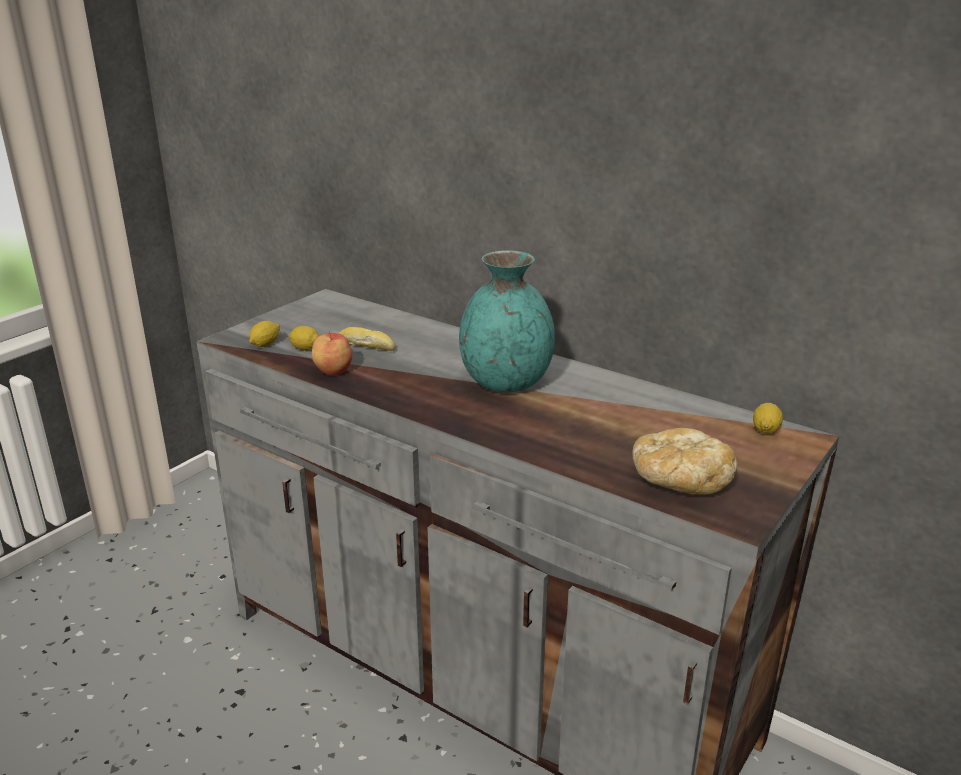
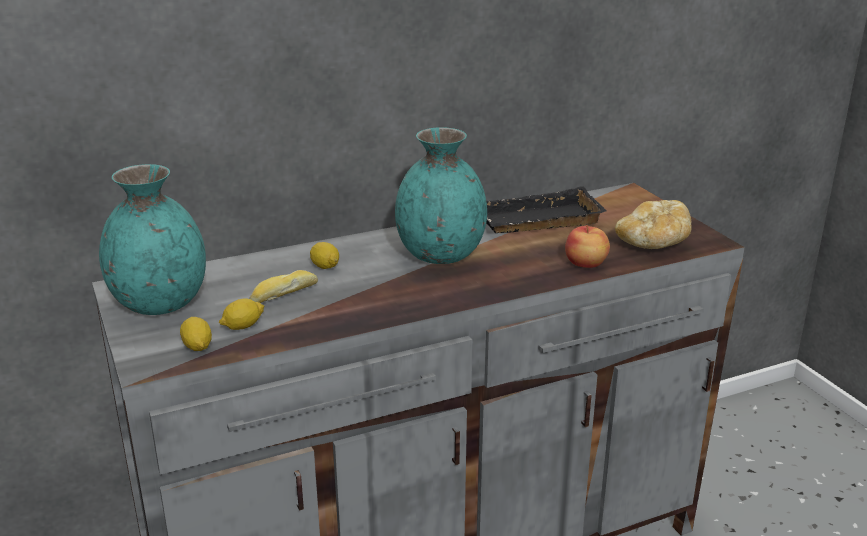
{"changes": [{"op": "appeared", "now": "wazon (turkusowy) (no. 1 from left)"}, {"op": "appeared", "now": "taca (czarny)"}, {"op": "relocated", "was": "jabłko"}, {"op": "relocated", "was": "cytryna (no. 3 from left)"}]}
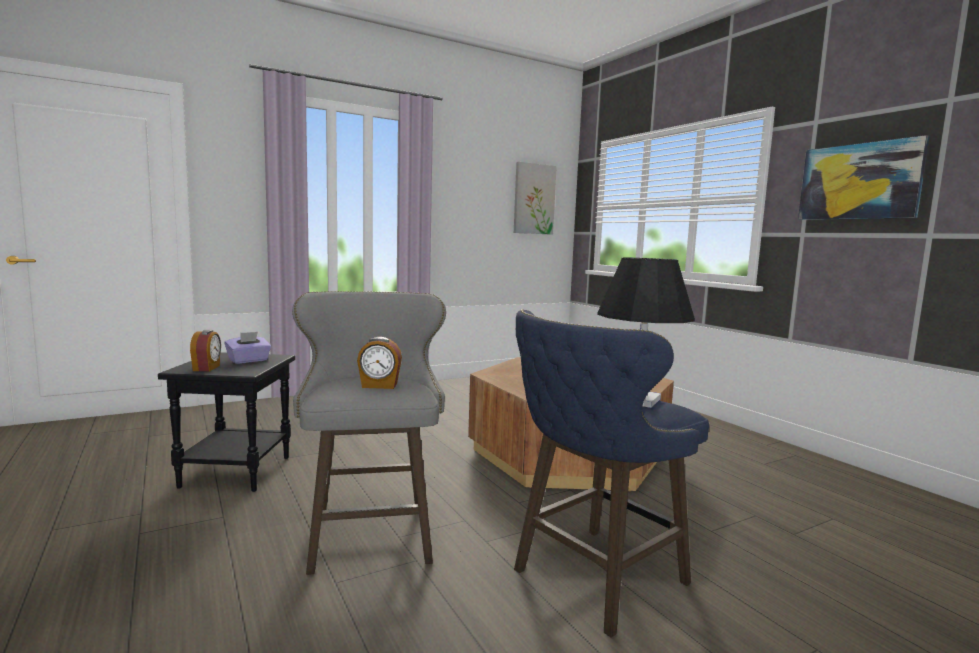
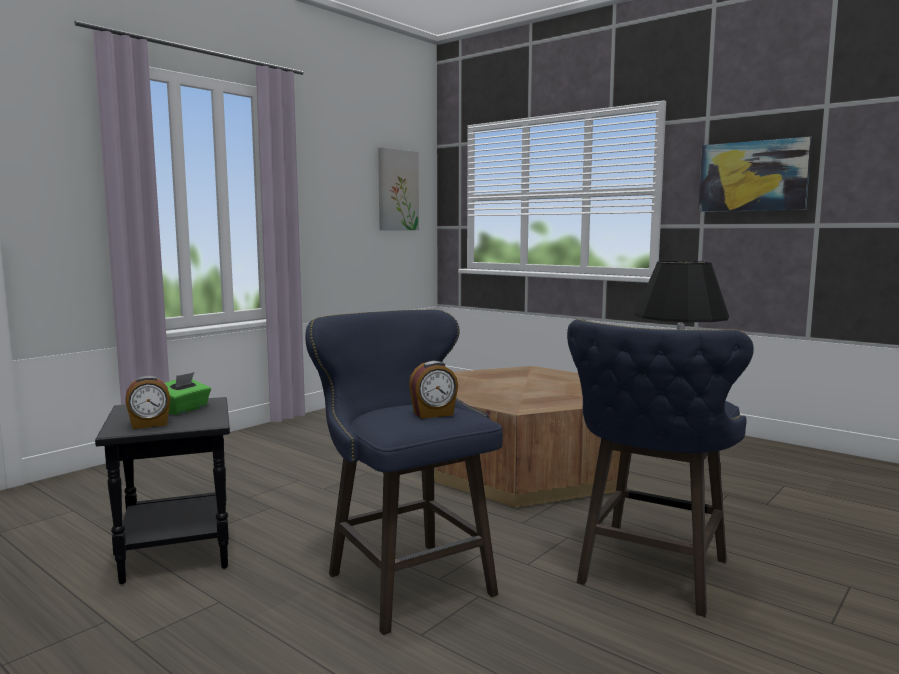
{"changes": [{"op": "colour", "was": "pudełko chusteczek (fioletowy)", "now": "pudełko chusteczek (zielony)"}, {"op": "colour", "was": "stołek (szary)", "now": "stołek (niebieski) (no. 1 from left)"}, {"op": "spun", "was": "budzik (no. 1 from left)", "clockwise": 90}]}
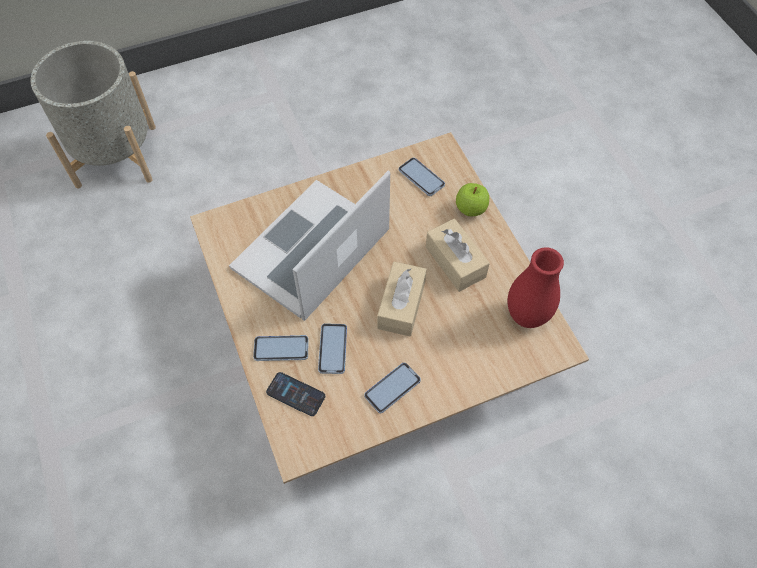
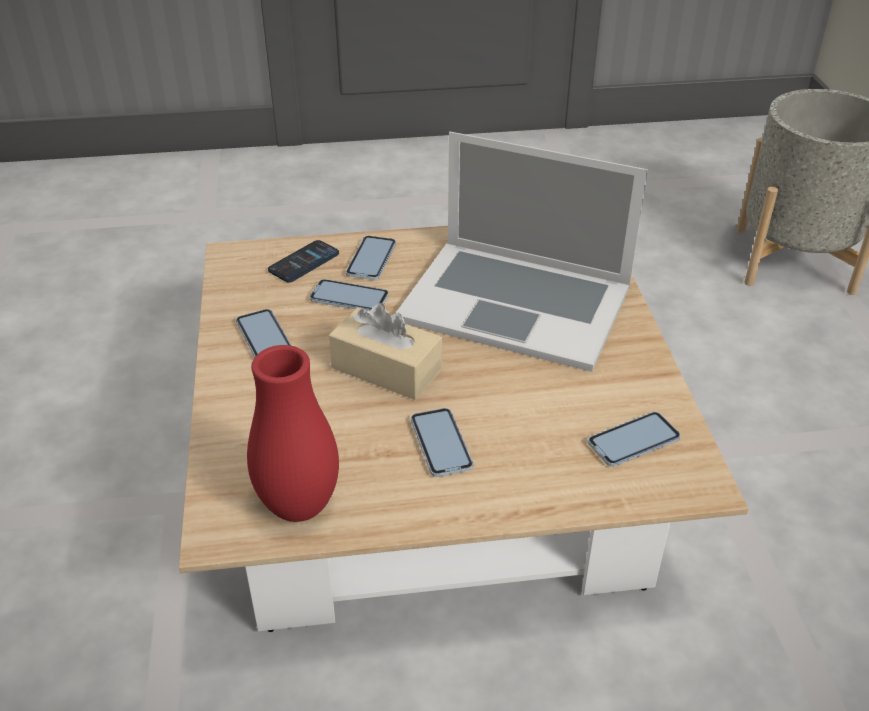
{"changes": [{"op": "missing", "was": "jabłko"}, {"op": "exchanged", "was": "pudełko chusteczek (beżowy) (no. 2 from left)", "now": "telefon (no. 5 from left)"}, {"op": "spun", "was": "laptop", "clockwise": 150}]}
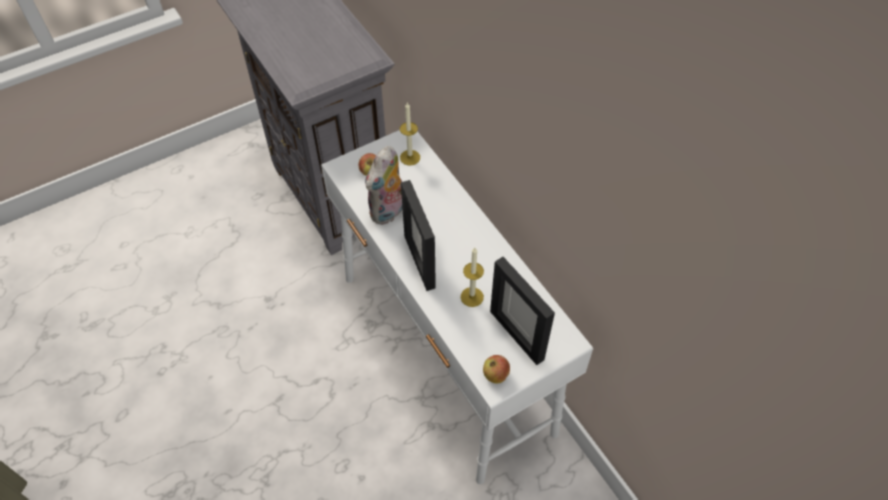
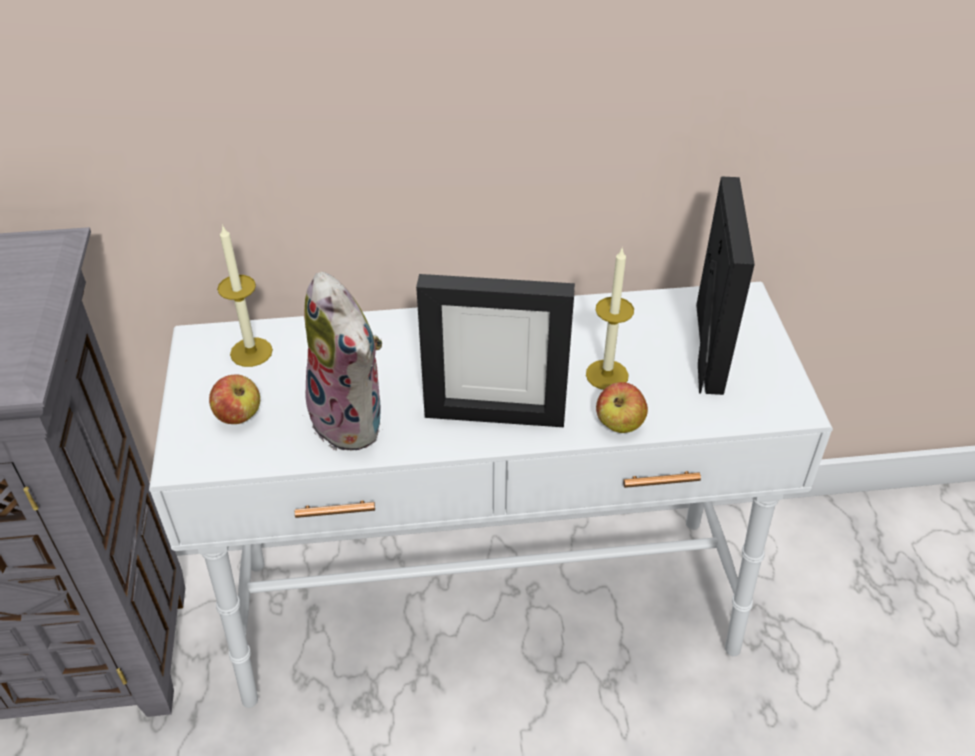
{"changes": [{"op": "relocated", "was": "jabłko (no. 2 from left)"}, {"op": "spun", "was": "ramka na zdjęcie (no. 2 from left)", "clockwise": -75}]}
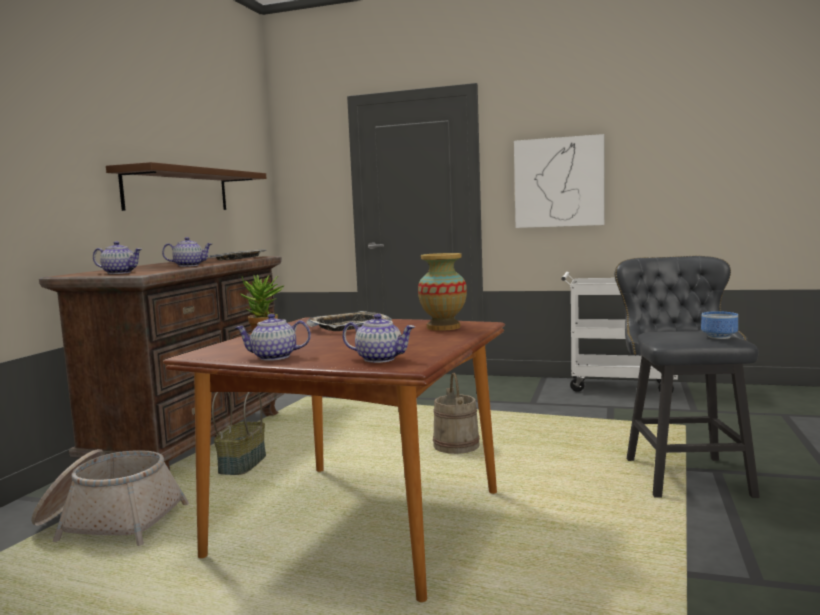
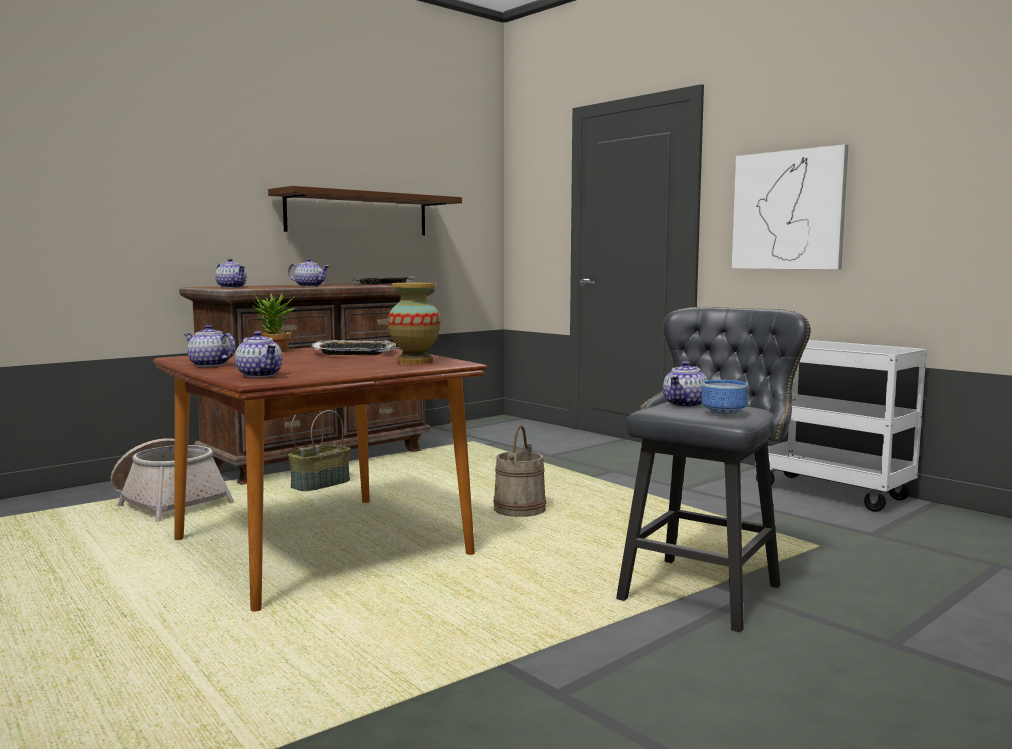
{"changes": [{"op": "appeared", "now": "imbryk (no. 5 from left)"}]}
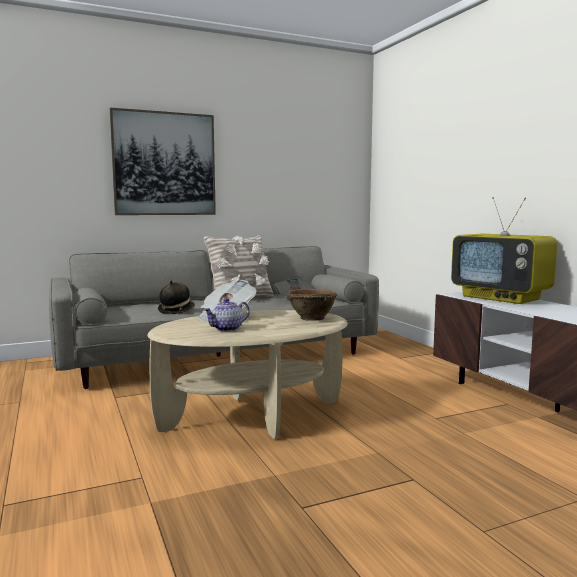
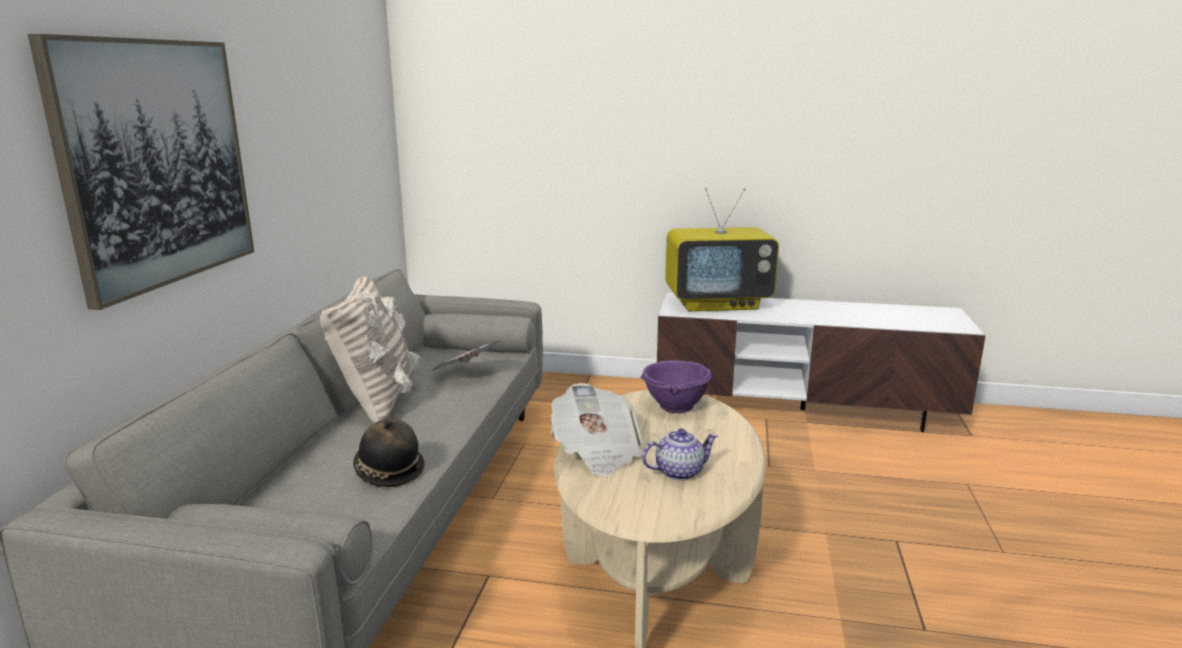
{"changes": [{"op": "colour", "was": "miska (brązowy)", "now": "miska (fioletowy)"}, {"op": "spun", "was": "imbryk", "clockwise": -105}]}
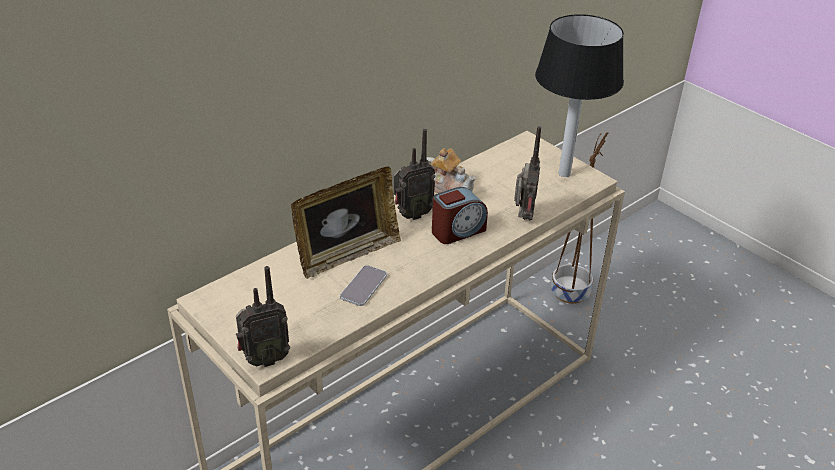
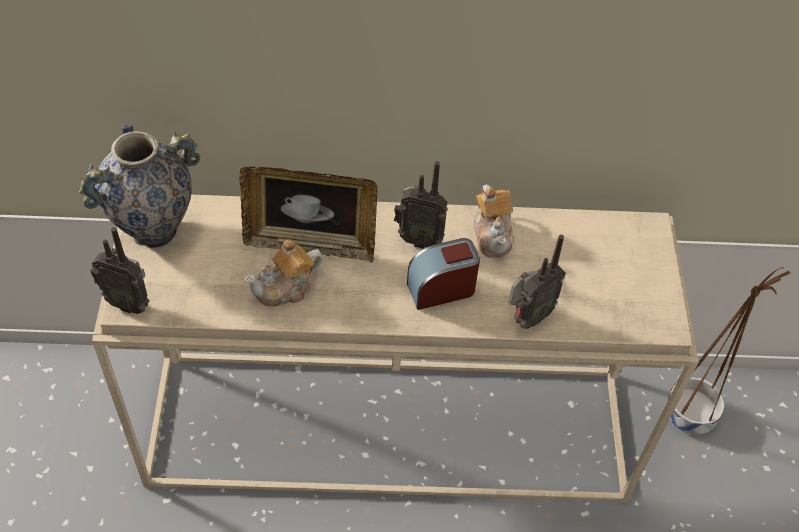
{"changes": [{"op": "missing", "was": "lampa stołowa"}, {"op": "appeared", "now": "wazon"}, {"op": "exchanged", "was": "telefon", "now": "imbryk (no. 1 from left)"}, {"op": "spun", "was": "budzik", "clockwise": 150}]}
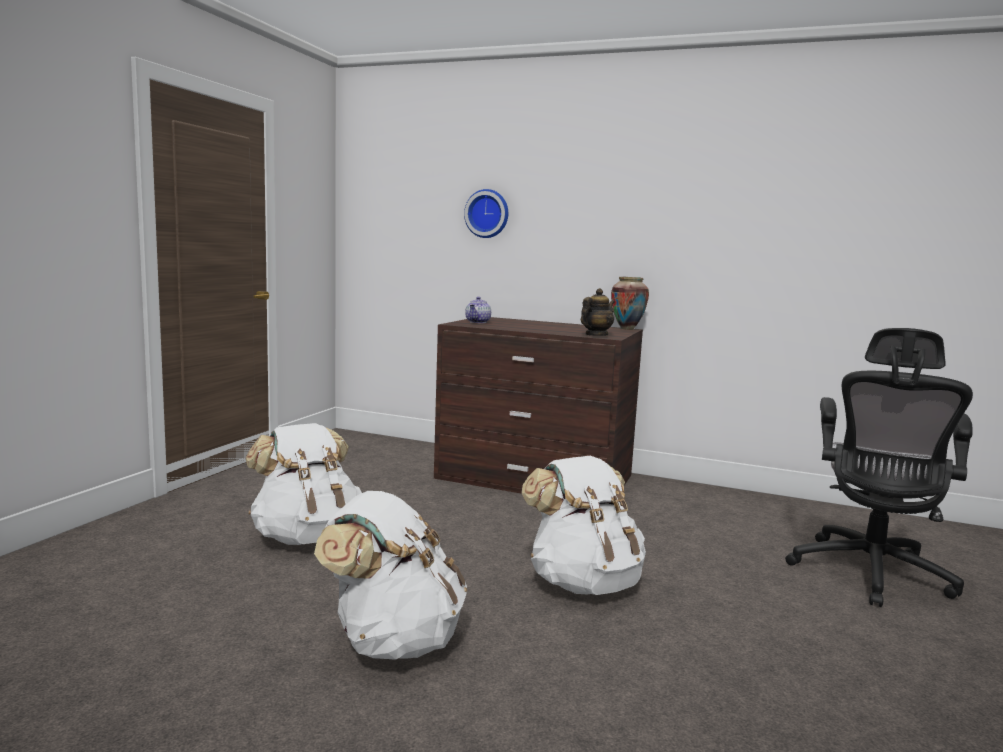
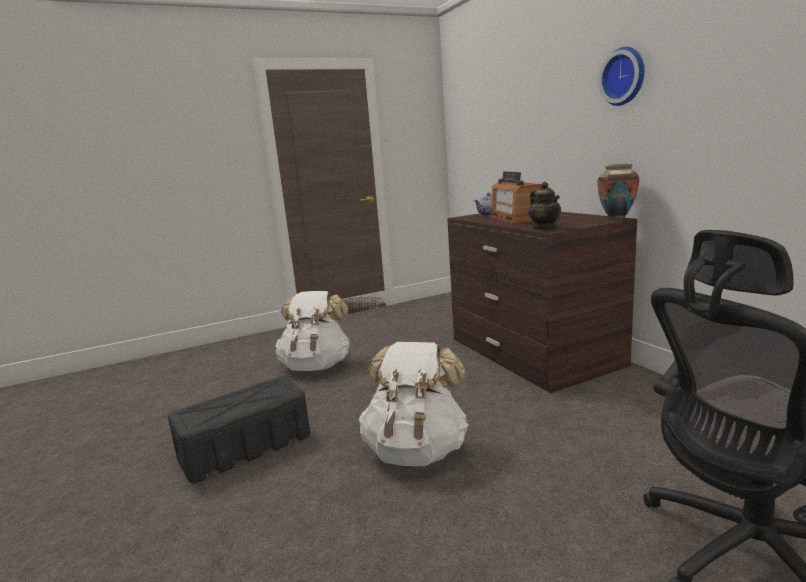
{"changes": [{"op": "appeared", "now": "radio"}, {"op": "relocated", "was": "zegar ścienny"}, {"op": "exchanged", "was": "plecak (biały) (no. 2 from left)", "now": "pojemnik do przechowywania (czarny)"}, {"op": "spun", "was": "imbryk (no. 2 from left)", "clockwise": 75}]}
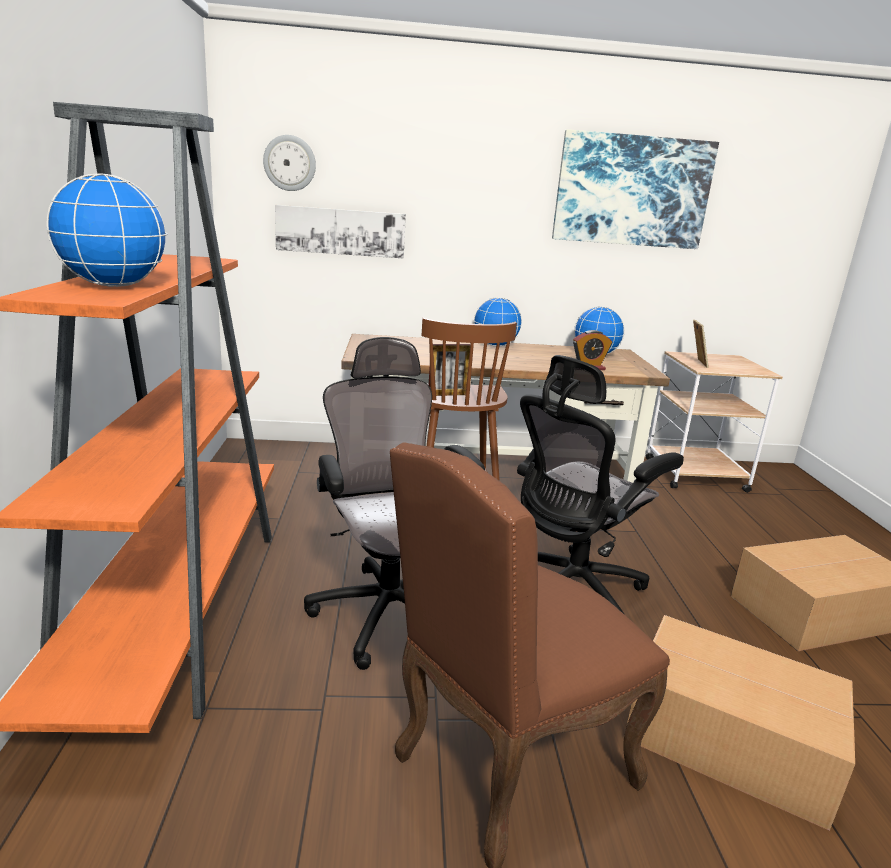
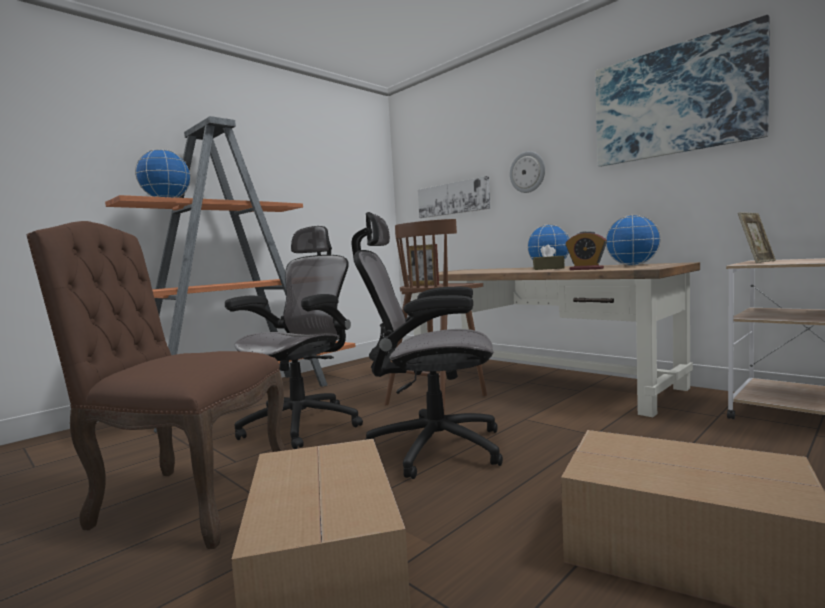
{"changes": [{"op": "appeared", "now": "pudełko chusteczek (brązowy)"}, {"op": "relocated", "was": "zegar ścienny"}]}
